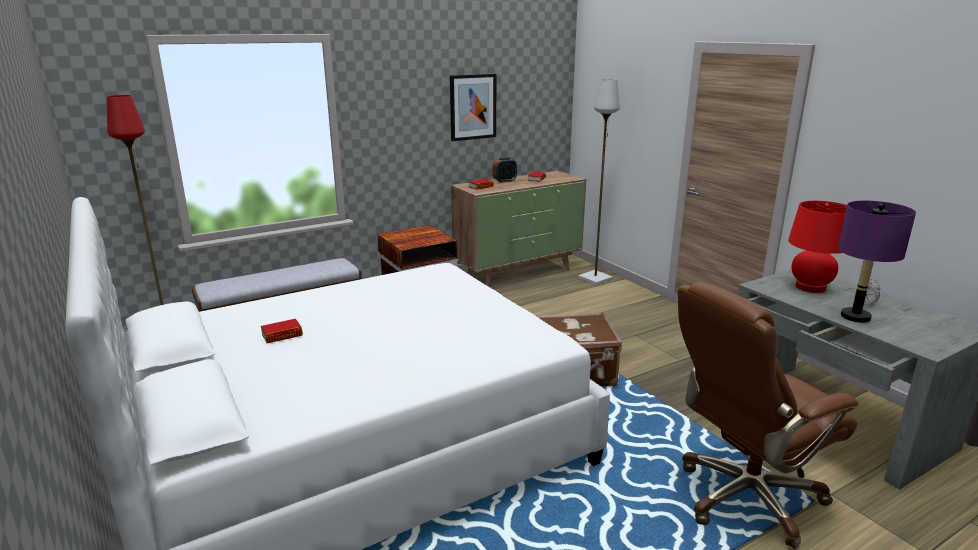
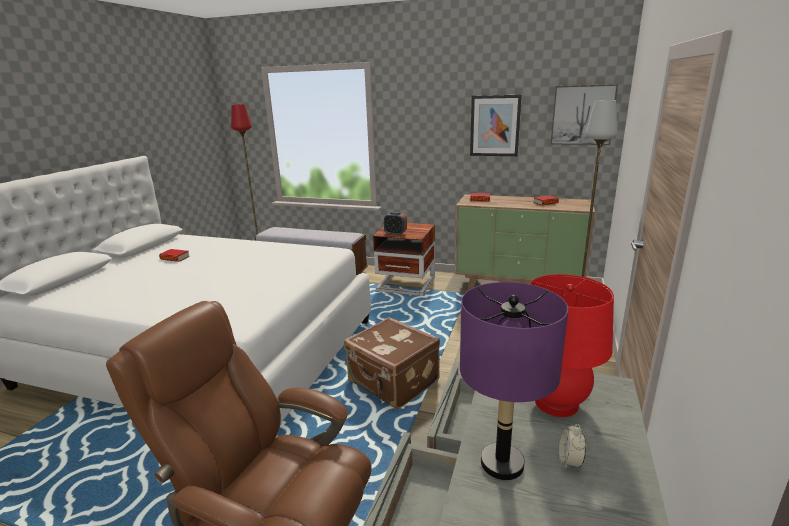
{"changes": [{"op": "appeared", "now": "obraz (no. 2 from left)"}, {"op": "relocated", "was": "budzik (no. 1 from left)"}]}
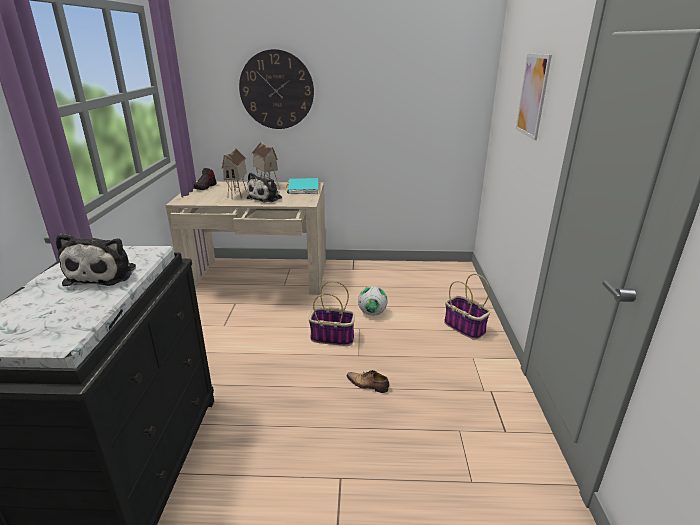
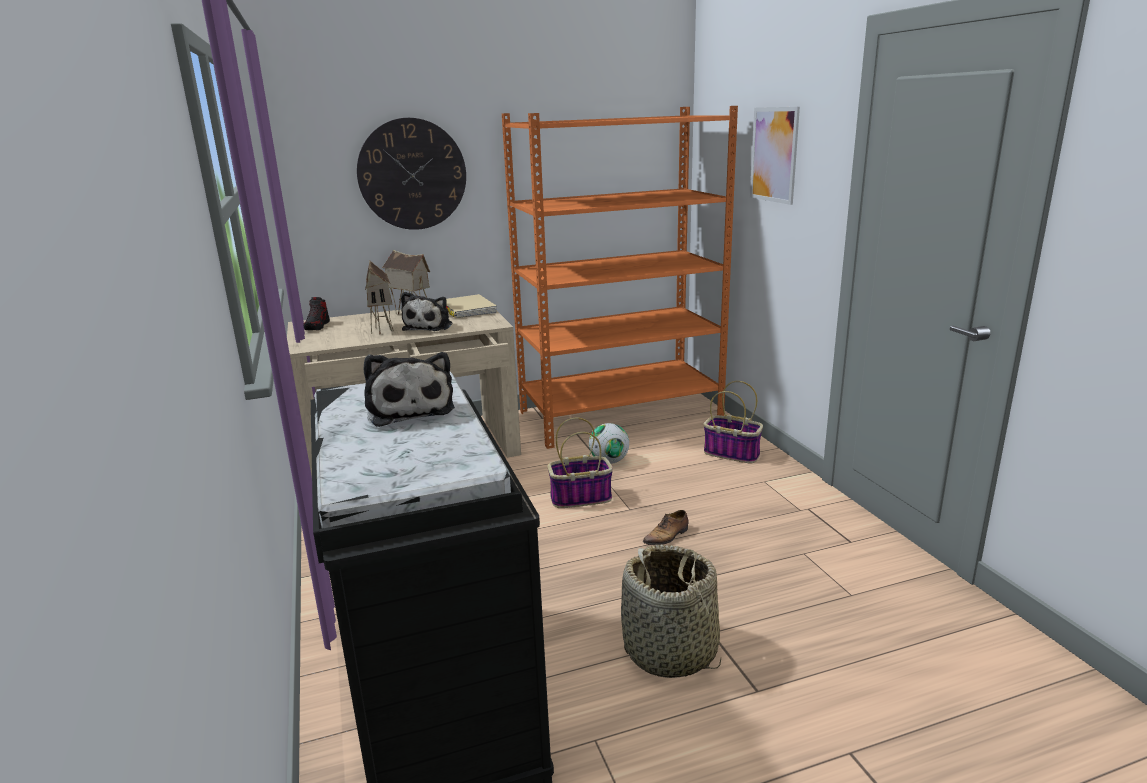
{"changes": [{"op": "appeared", "now": "regał (pomarańczowy)"}, {"op": "appeared", "now": "koszyk (no. 2 from left)"}, {"op": "colour", "was": "książka (turkusowy)", "now": "książka (beżowy)"}, {"op": "spun", "was": "but (no. 2 from left)", "clockwise": -45}]}
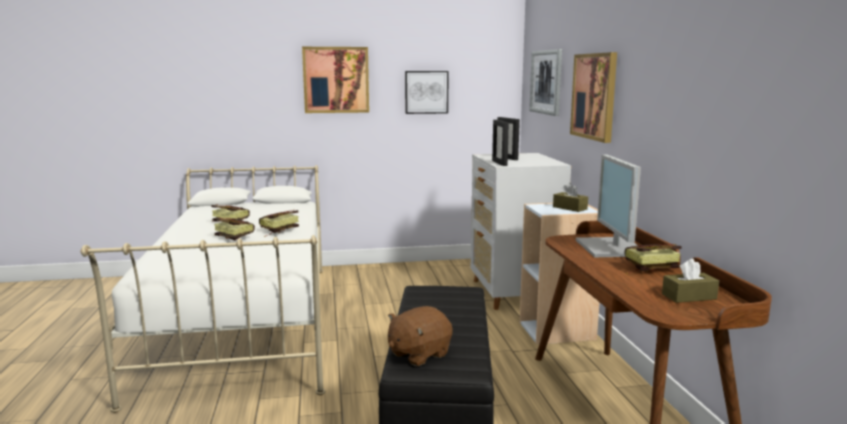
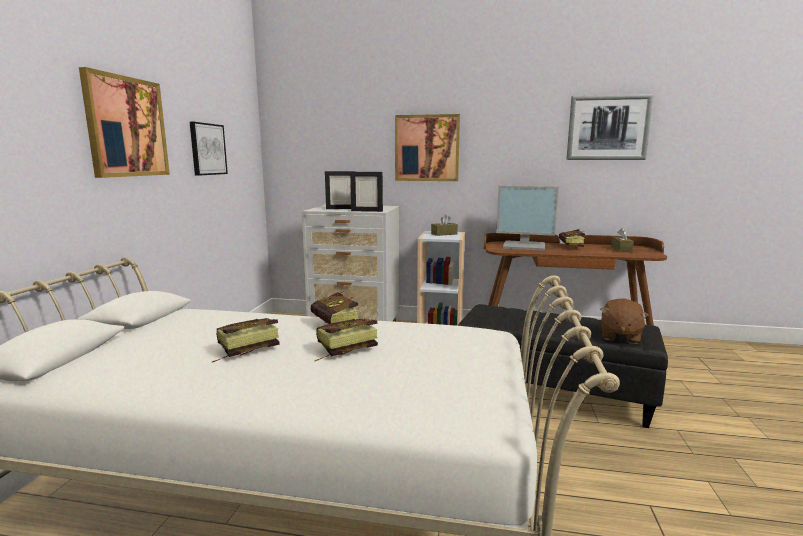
{"changes": [{"op": "relocated", "was": "obraz (no. 3 from left in the first image)", "now": "obraz (no. 4 from left)"}, {"op": "spun", "was": "pluszak (brązowy)", "clockwise": 45}]}
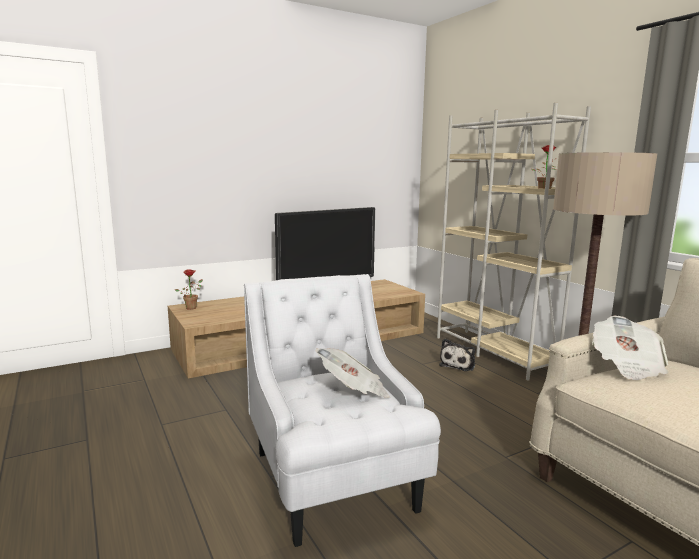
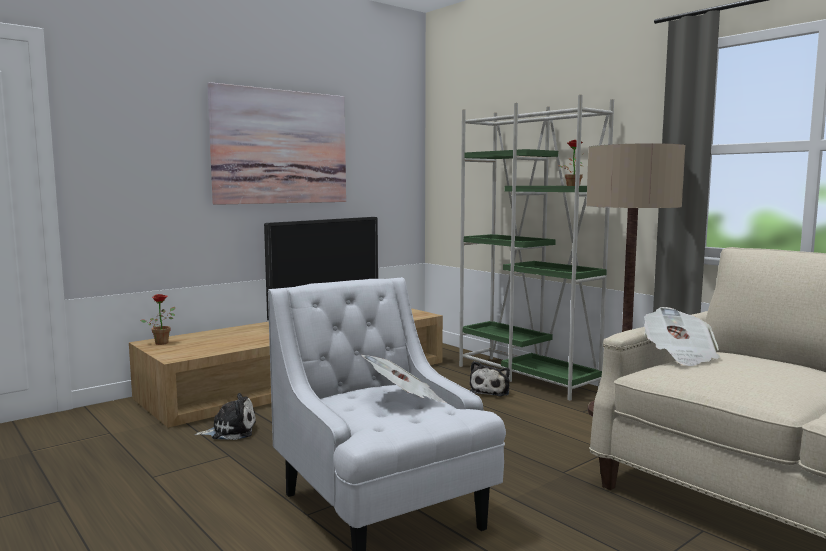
{"changes": [{"op": "appeared", "now": "pluszak (no. 1 from left)"}, {"op": "appeared", "now": "obraz"}, {"op": "colour", "was": "regał (beżowy)", "now": "regał (zielony)"}]}
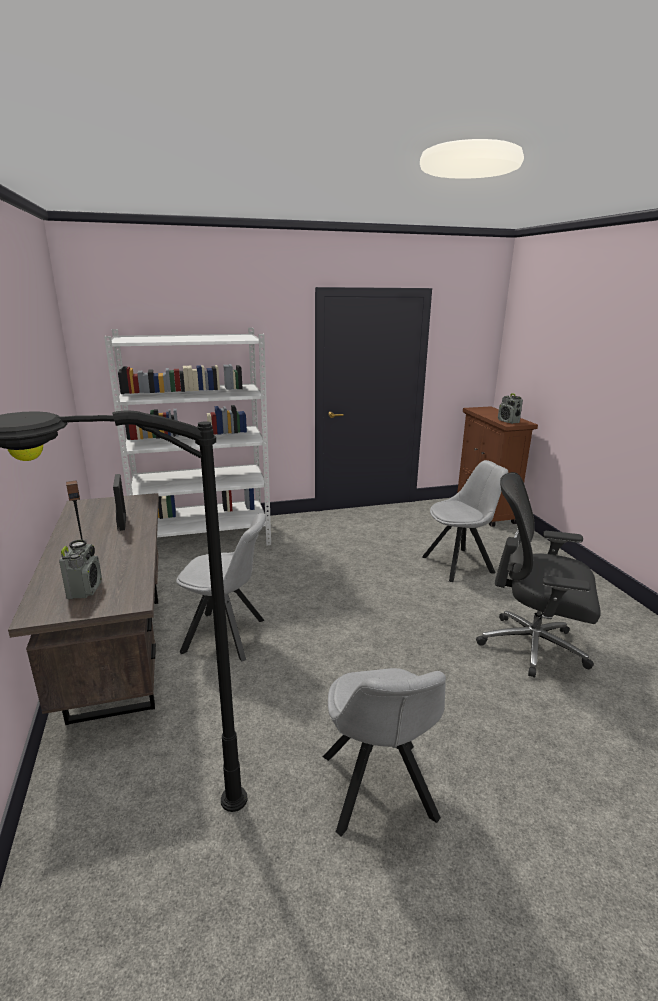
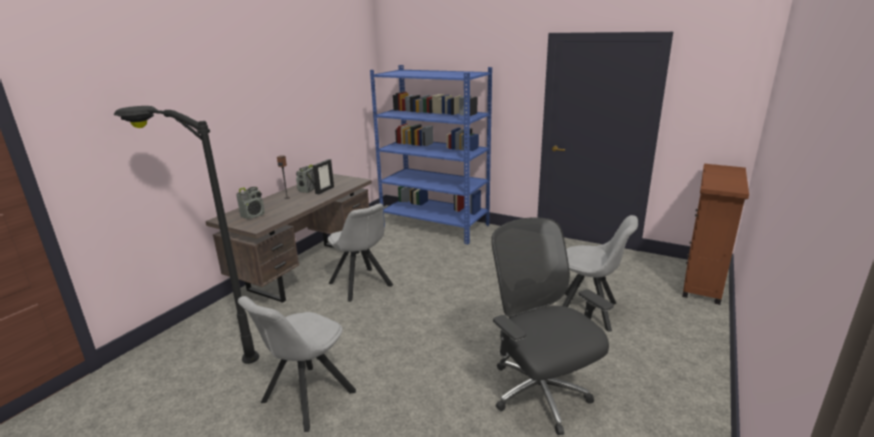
{"changes": [{"op": "relocated", "was": "radio (no. 2 from left)"}, {"op": "colour", "was": "regał (biały)", "now": "regał (niebieski)"}]}
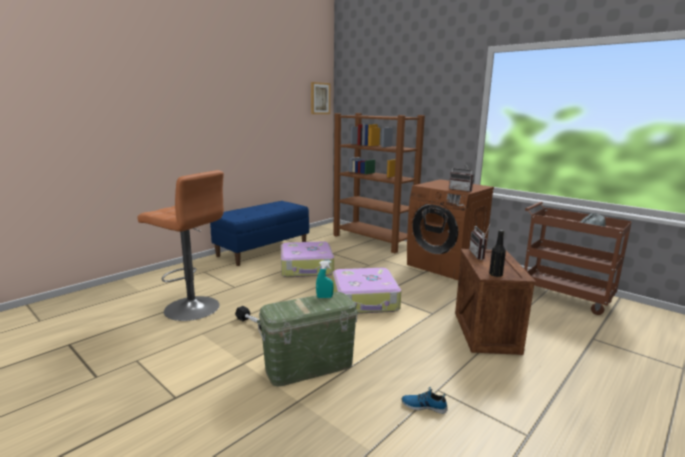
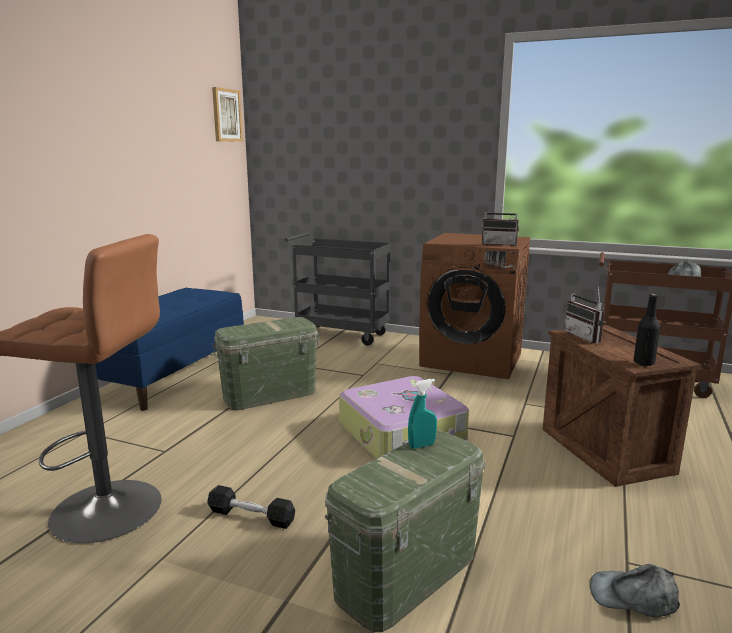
{"changes": [{"op": "exchanged", "was": "walizka (no. 1 from left)", "now": "pojemnik do przechowywania (zielony) (no. 1 from left)"}, {"op": "exchanged", "was": "regał (brązowy)", "now": "wózek (szary)"}, {"op": "exchanged", "was": "but", "now": "czapka z daszkiem (szary) (no. 1 from left)"}]}
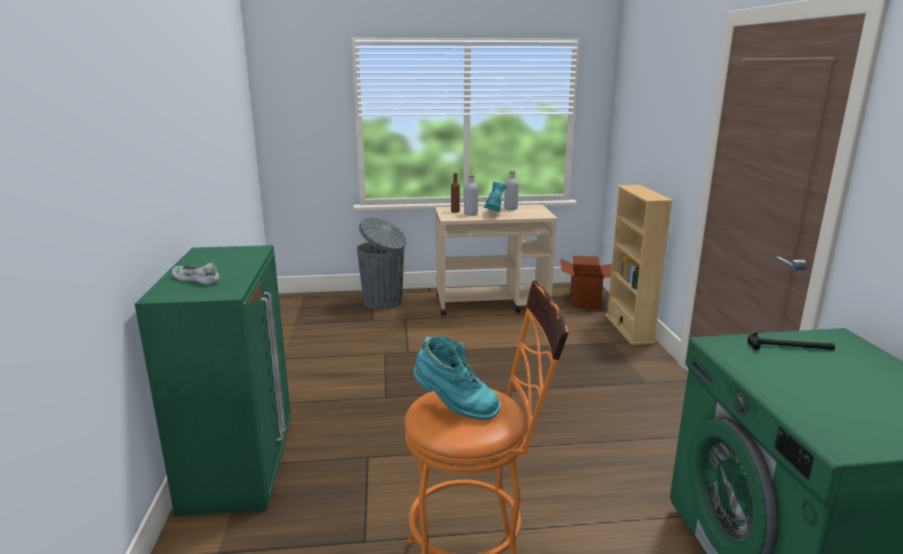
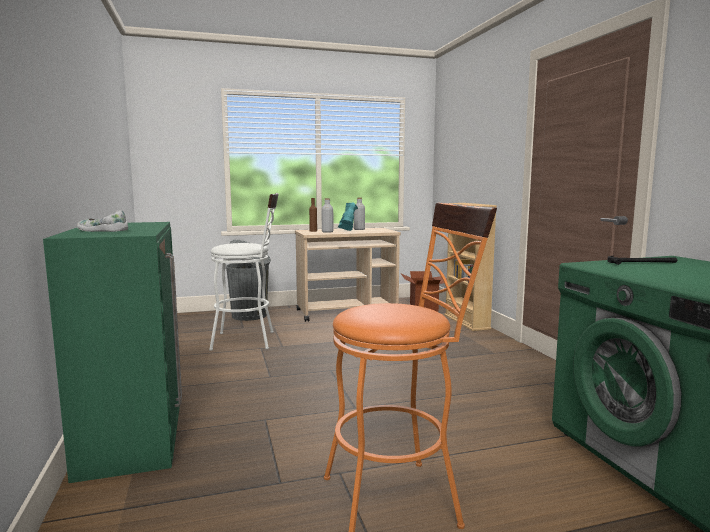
{"changes": [{"op": "missing", "was": "but z cholewką (turkusowy) (no. 1 from left)"}, {"op": "appeared", "now": "stołek (biały)"}]}
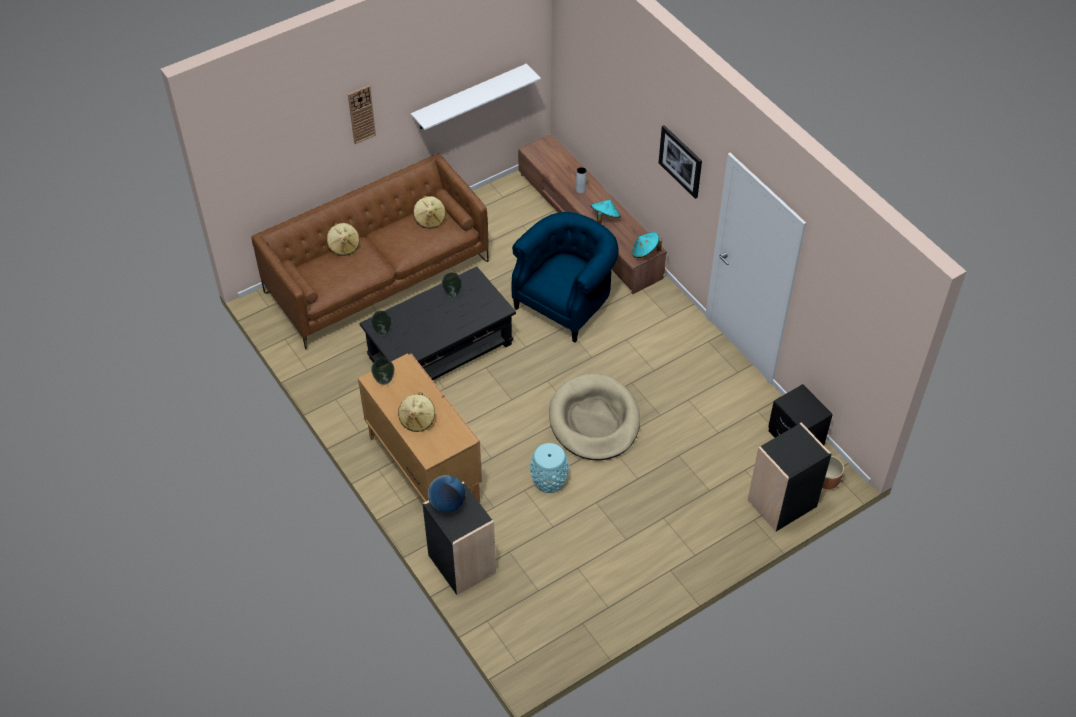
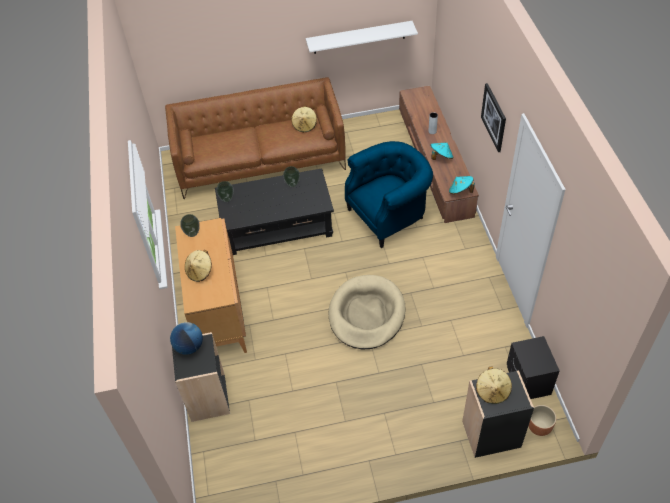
{"changes": [{"op": "missing", "was": "zegar ścienny"}, {"op": "missing", "was": "stołek (turkusowy)"}, {"op": "relocated", "was": "kapelusz (beżowy) (no. 1 from left in the first image)", "now": "kapelusz (beżowy) (no. 3 from left)"}]}
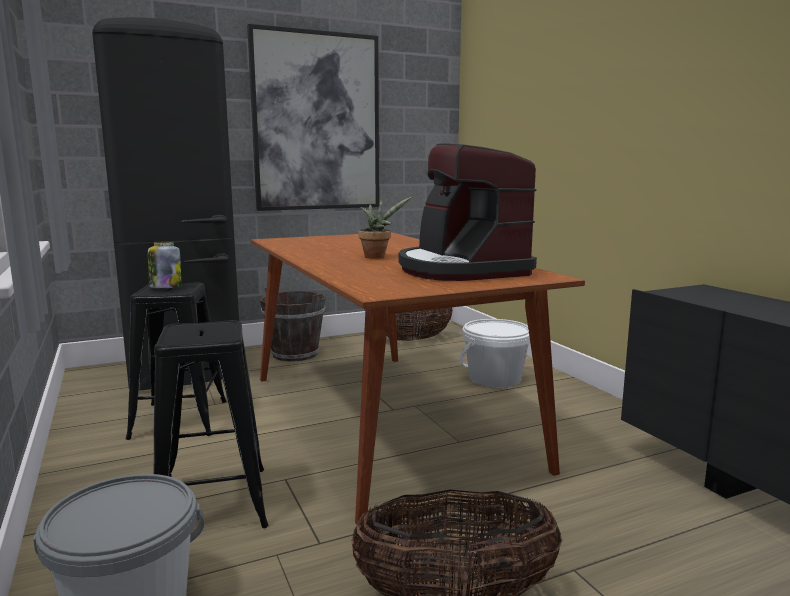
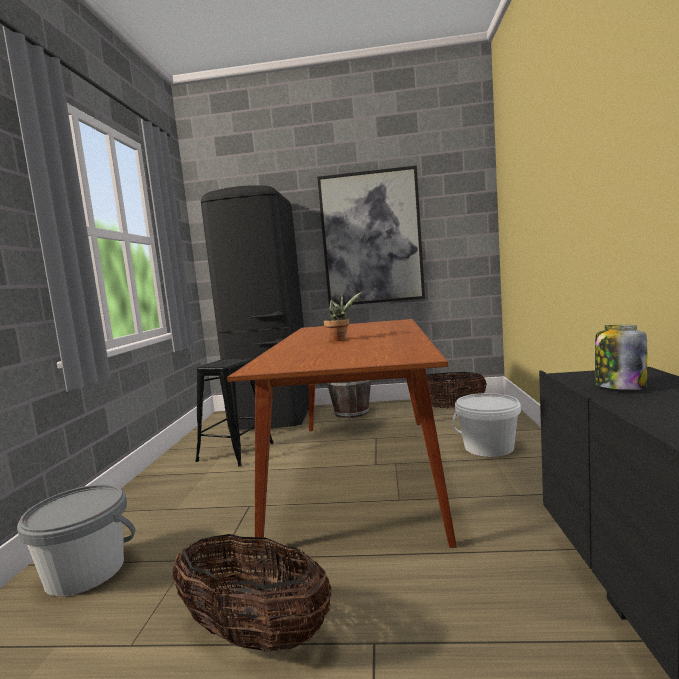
{"changes": [{"op": "missing", "was": "stołek (czarny) (no. 2 from left)"}, {"op": "missing", "was": "ekspres do kawy"}, {"op": "relocated", "was": "słoik"}]}
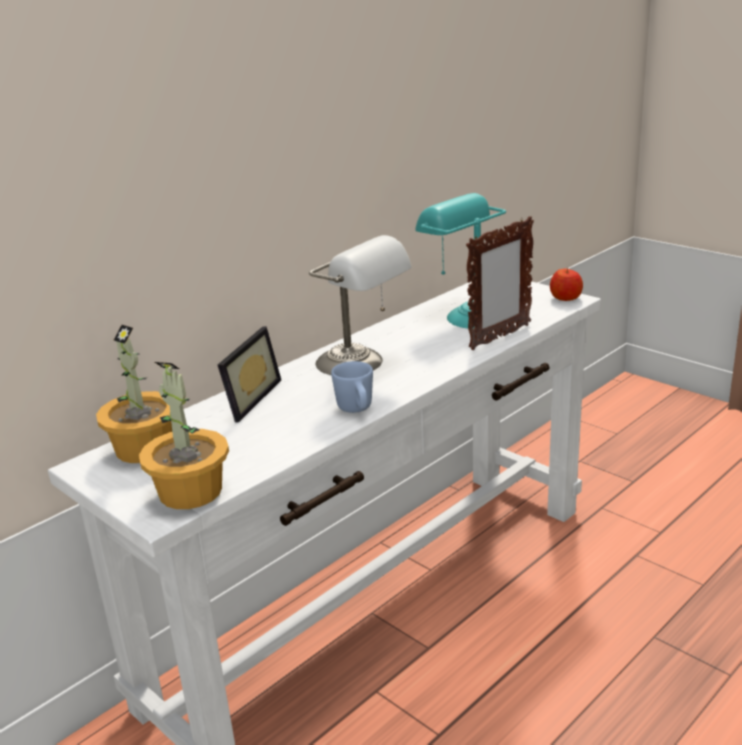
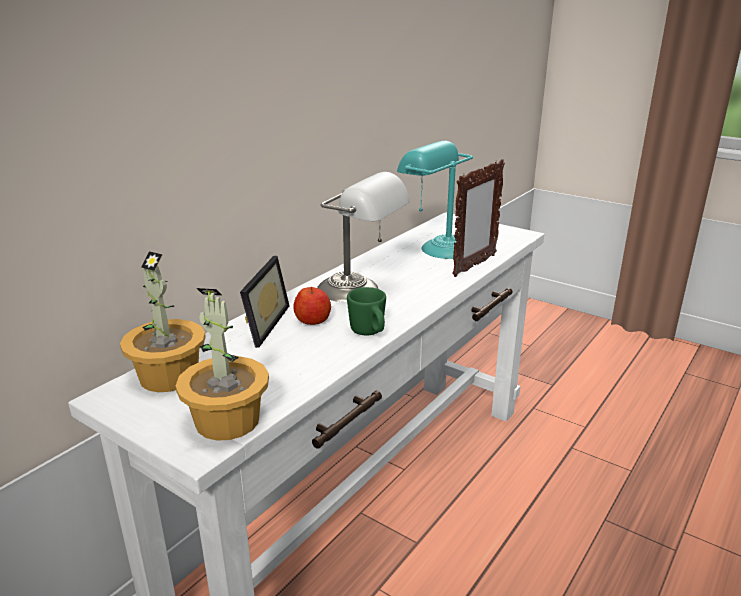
{"changes": [{"op": "relocated", "was": "jabłko"}, {"op": "colour", "was": "kubek (niebieski)", "now": "kubek (zielony)"}]}
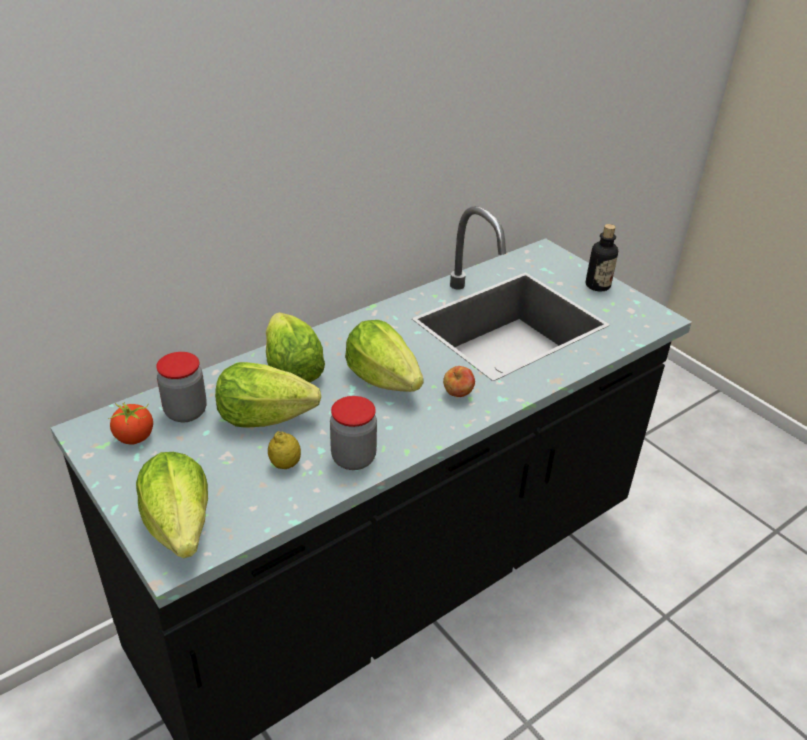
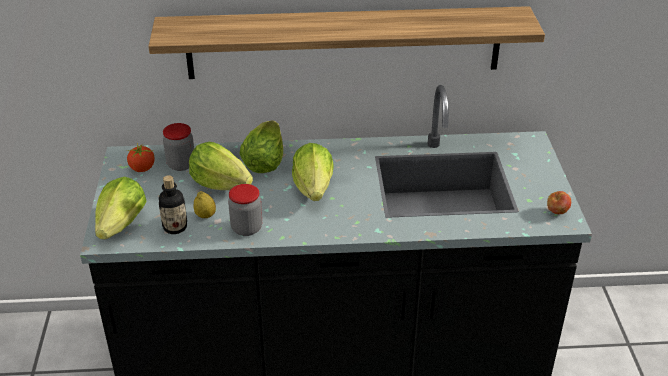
{"changes": [{"op": "appeared", "now": "półka"}, {"op": "relocated", "was": "jabłko"}, {"op": "relocated", "was": "butelka"}]}
